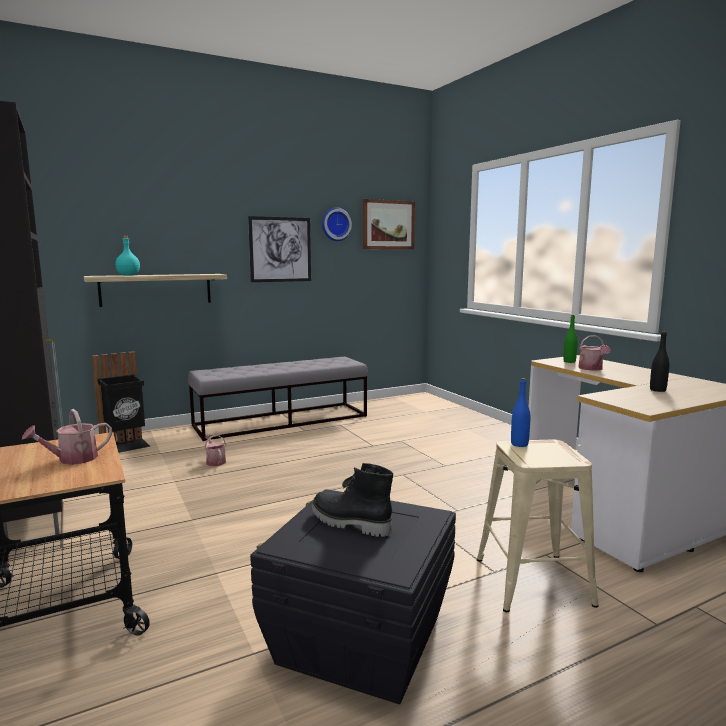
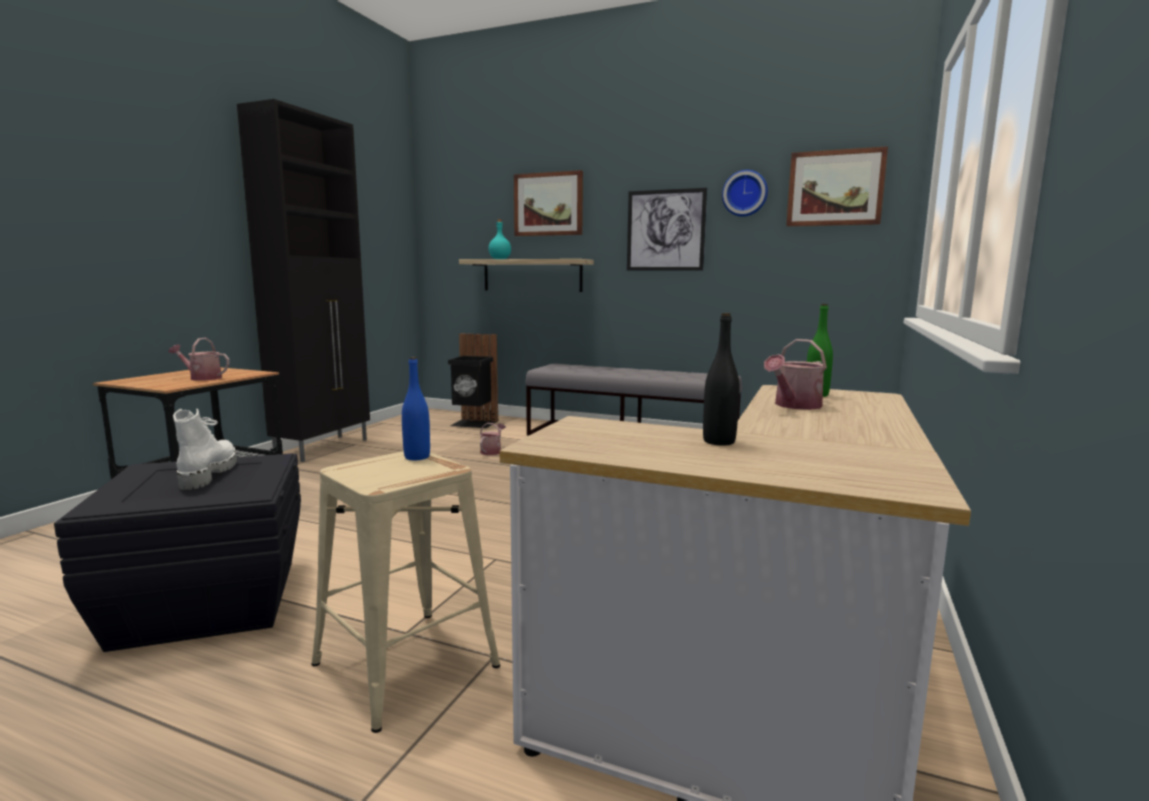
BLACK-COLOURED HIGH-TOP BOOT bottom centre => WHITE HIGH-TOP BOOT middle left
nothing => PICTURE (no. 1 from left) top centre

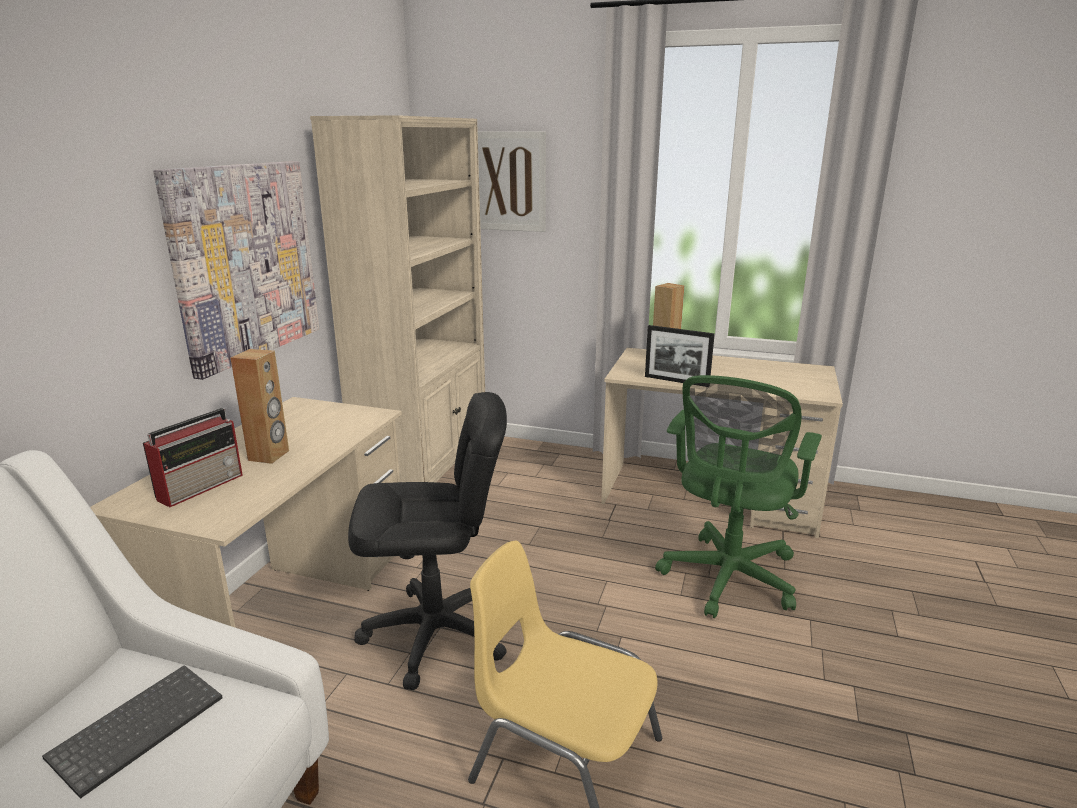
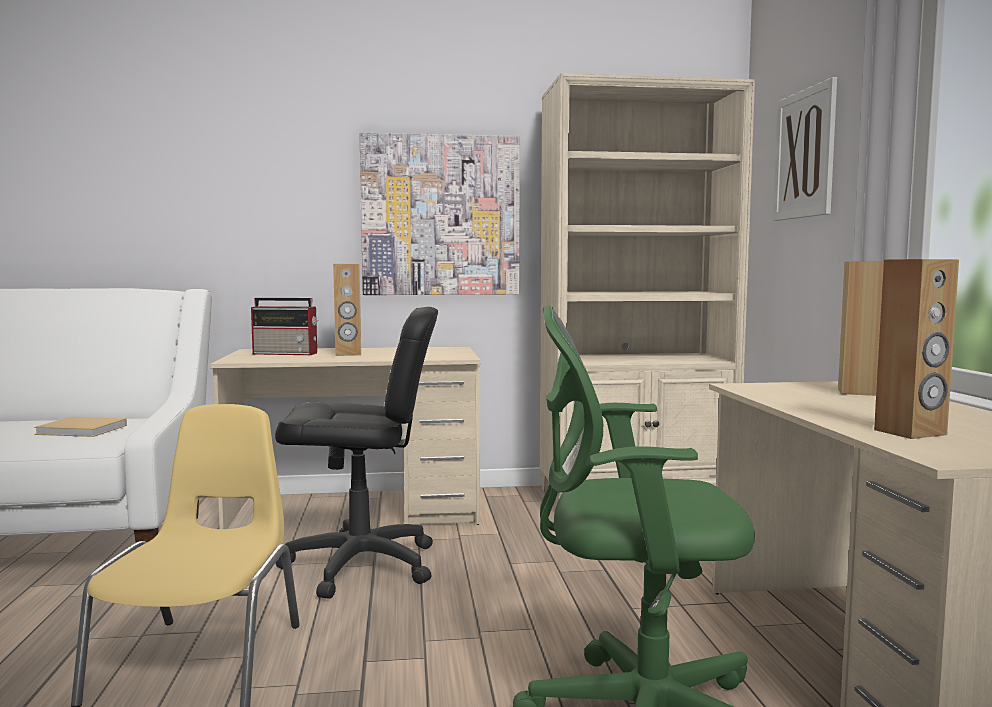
COMPUTER KEYBOARD bottom left => SAND-COLOURED VOLUME middle left
BLACK-COLOURED DESK CHAIR bottom centre => BLACK-COLOURED DESK CHAIR centre, 60 degrees counterclockwise
PHOTO FRAME centre => nothing
nothing => BROWN-COLOURED SPEAKER (no. 3 from left) middle right

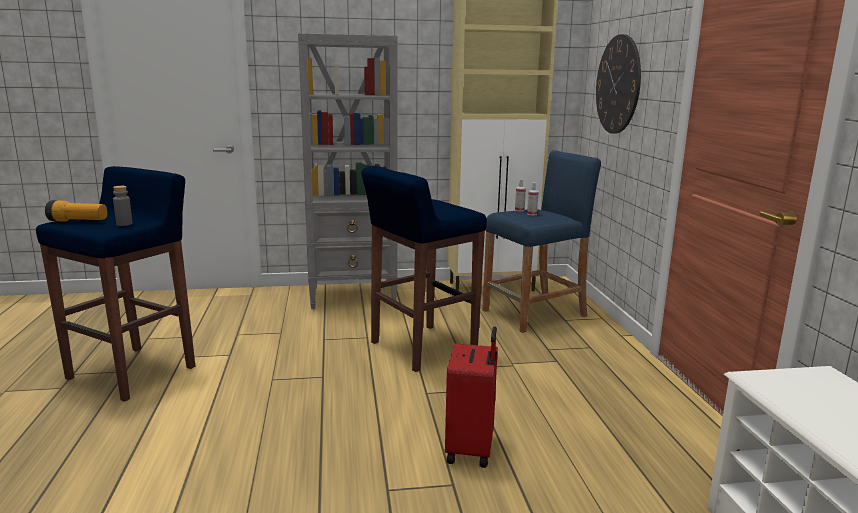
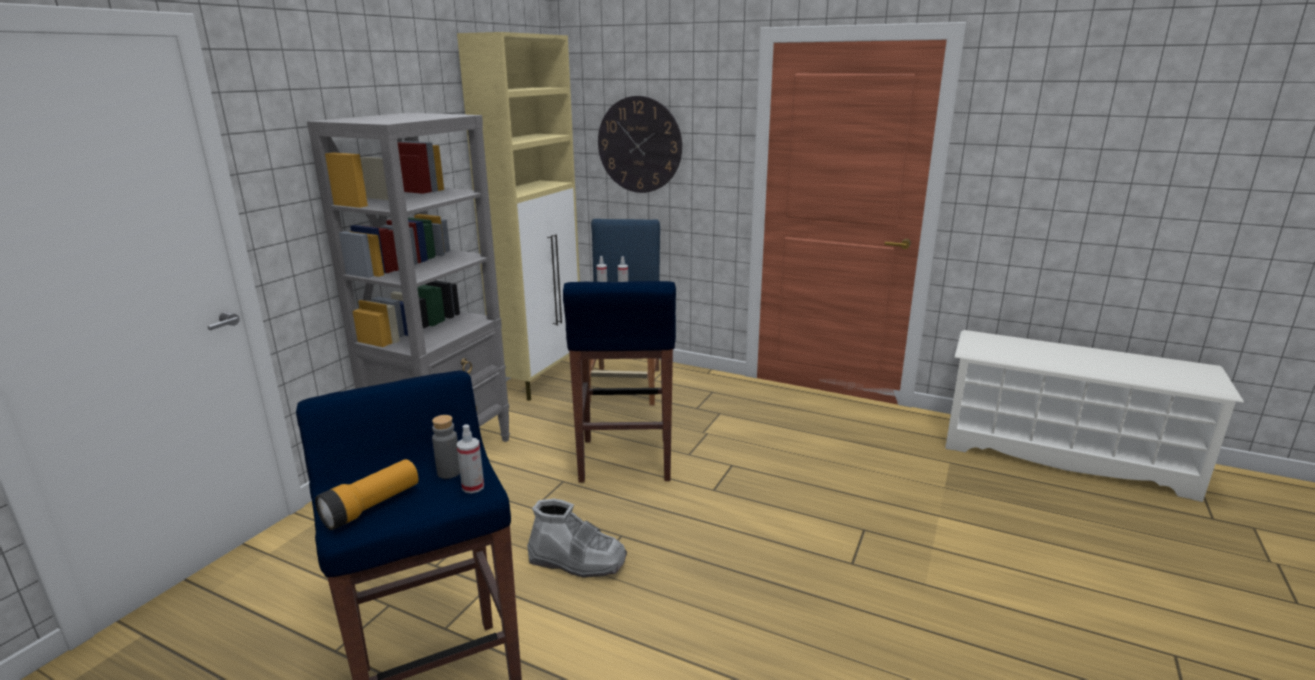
RED TRAVEL CASE bottom centre => nothing
nothing => SPRAY BOTTLE (no. 1 from left) bottom centre
nothing => GREYISH HIGH-TOP BOOT bottom centre

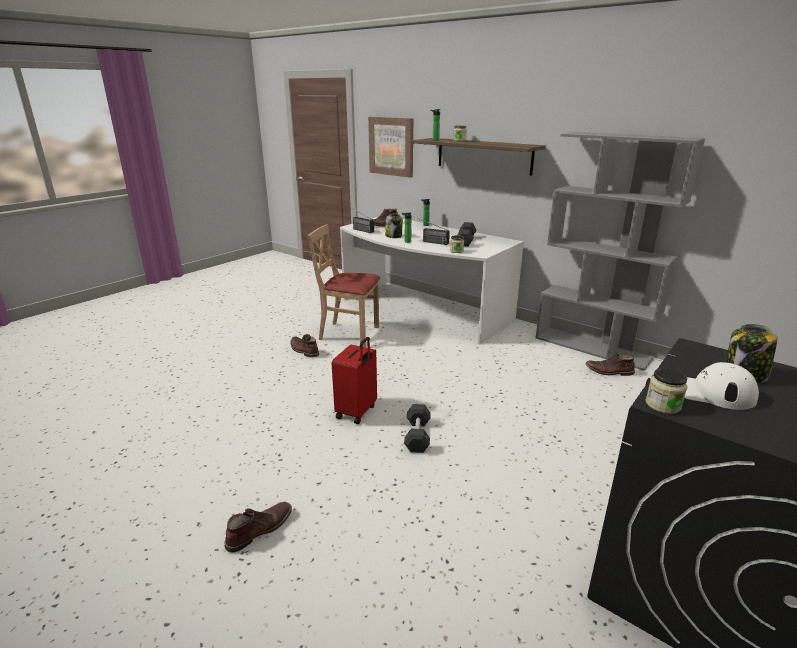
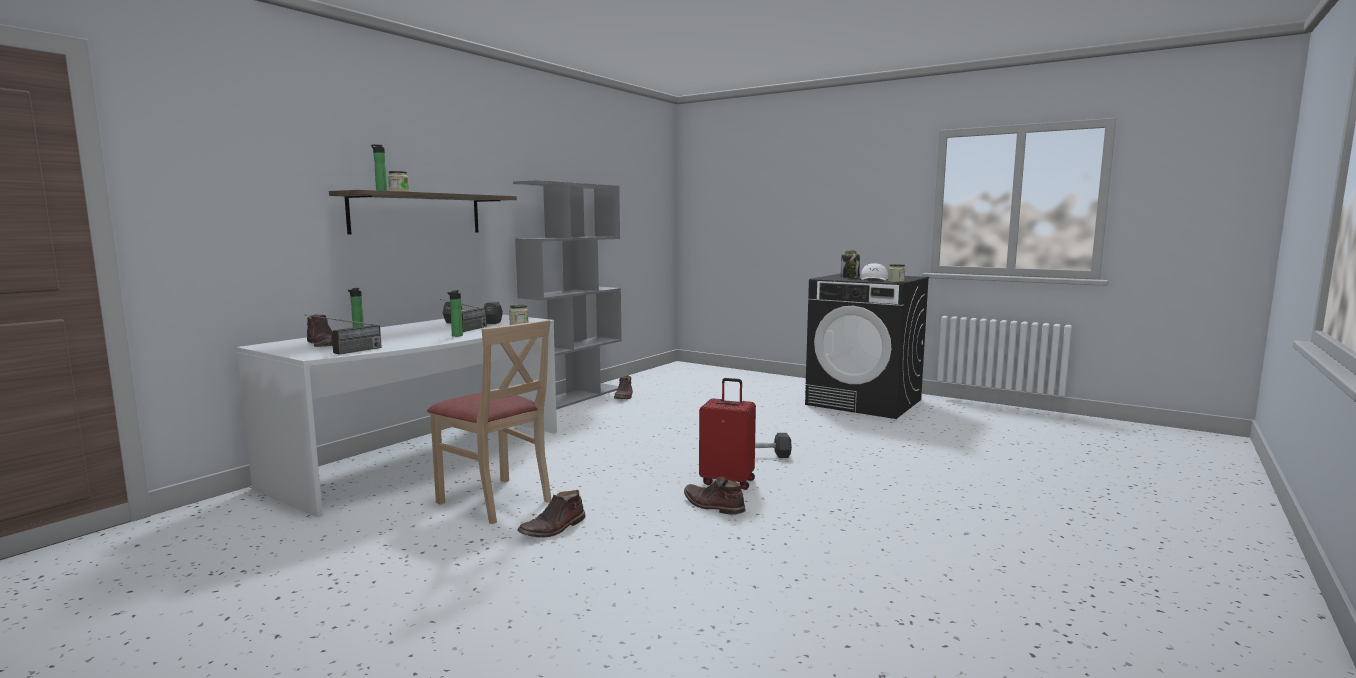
BROWN-COLOURED HIGH-TOP BOOT (no. 1 from left in the first image) bottom left => BROWN-COLOURED HIGH-TOP BOOT (no. 4 from left) bottom centre, shifted
SAND-COLOURED UPRIGHT CHAIR centre, 60 degrees counterclockwise
PICTURE top centre => nothing
JAR (no. 1 from left) centre => nothing

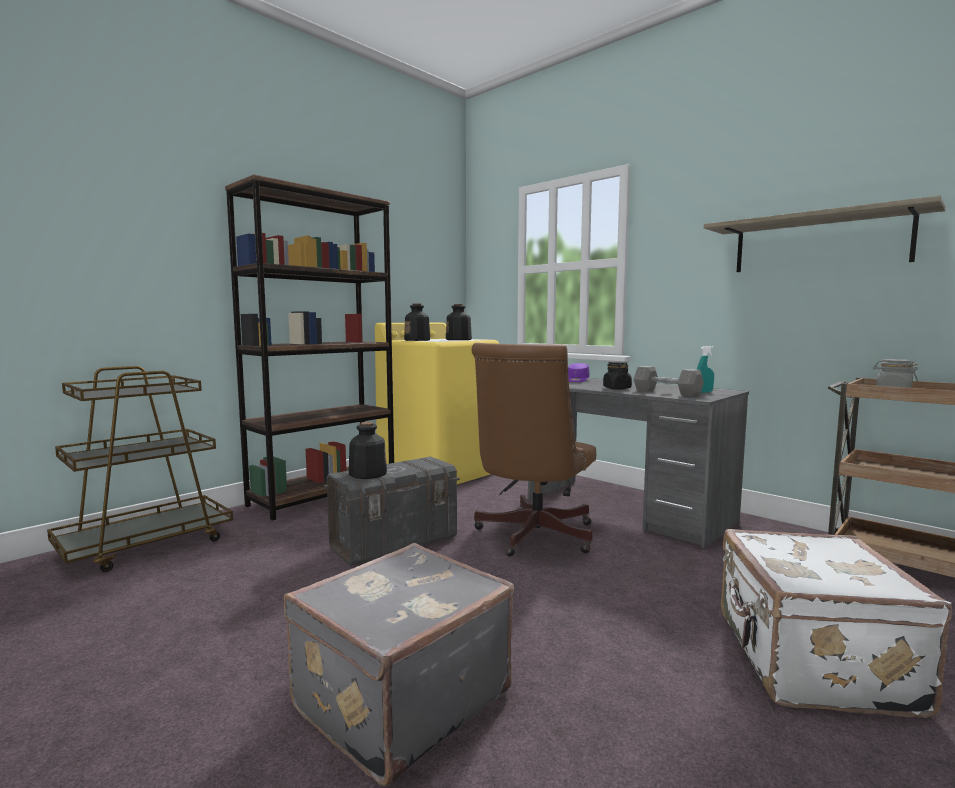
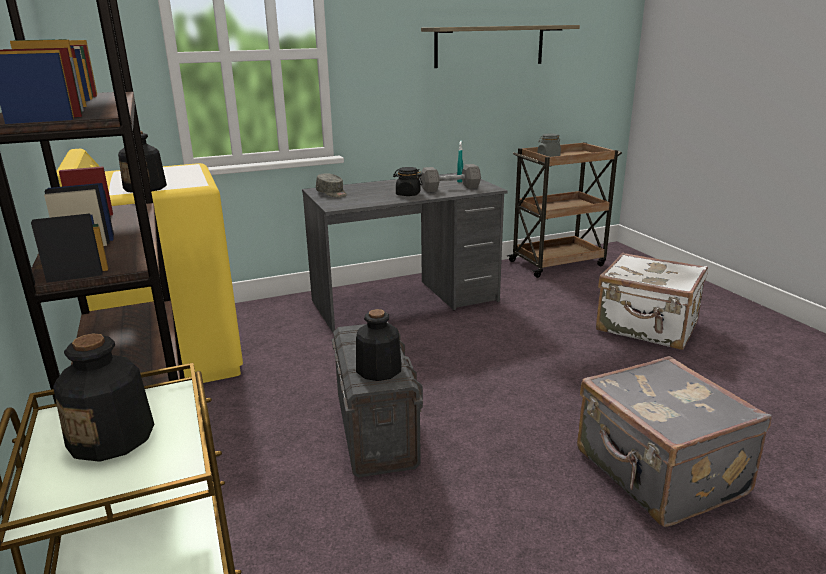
BEVERAGE BOTTLE (no. 3 from left in the first image) centre => BEVERAGE BOTTLE (no. 1 from left) bottom left, shifted
BROWN-COLOURED DESK CHAIR centre => nothing
PURPLE-COLOURED BASEBALL CAP centre => GREYISH BASEBALL CAP top centre

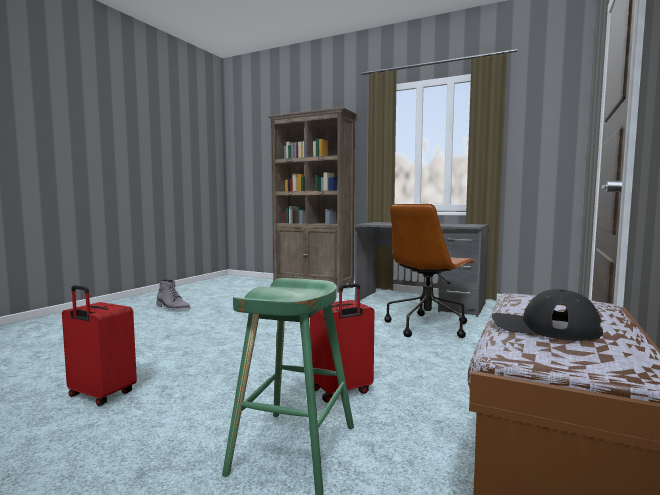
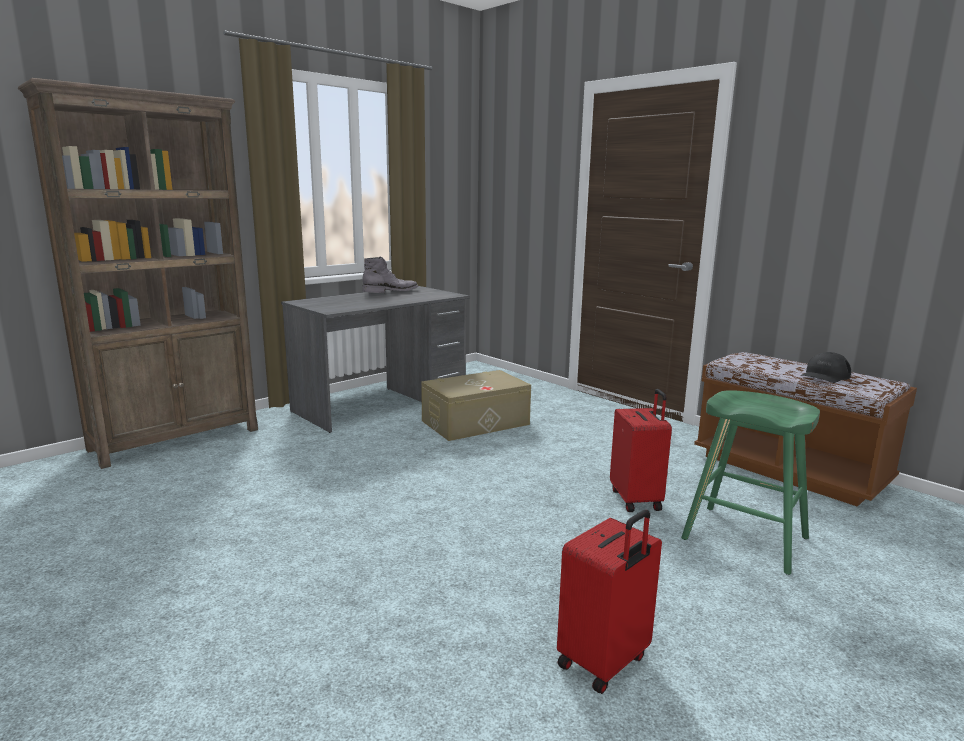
GREYISH HIGH-TOP BOOT middle left => GREYISH HIGH-TOP BOOT centre, shifted
BROWN-COLOURED DESK CHAIR centre => SAND-COLOURED STORAGE BOX centre

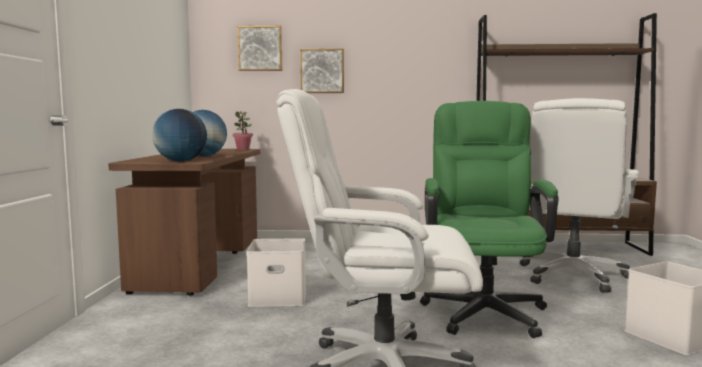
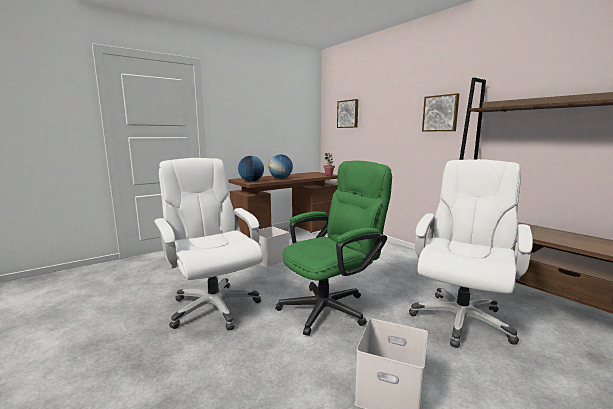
PICTURE (no. 2 from left) top centre => PICTURE (no. 2 from left) top right, shifted
WHITE DESK CHAIR (no. 2 from left) middle right, 135 degrees clockwise

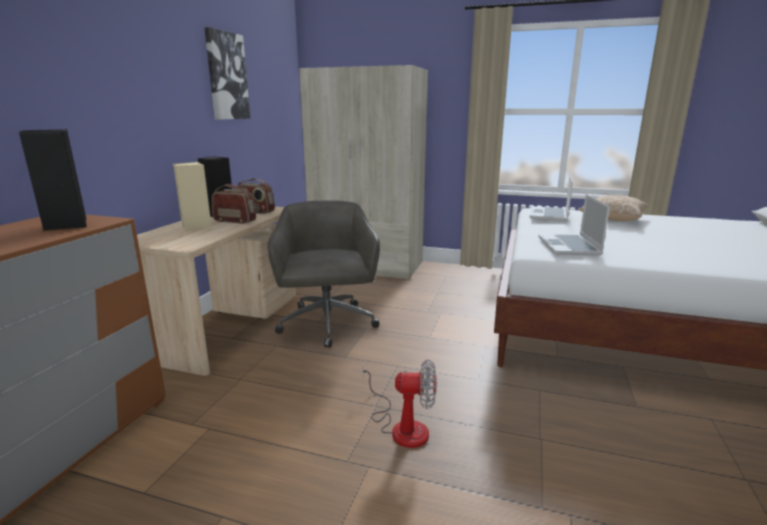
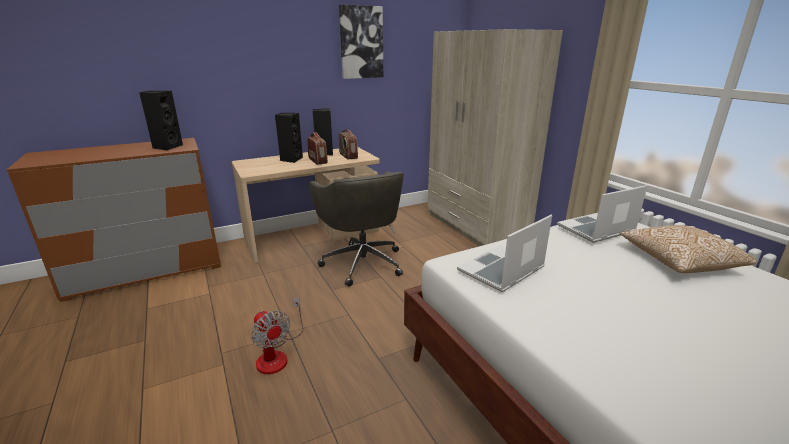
SAND-COLOURED SPEAKER middle left => BLACK-COLOURED SPEAKER (no. 2 from left) top centre
GREYISH DESK CHAIR centre, 120 degrees clockwise

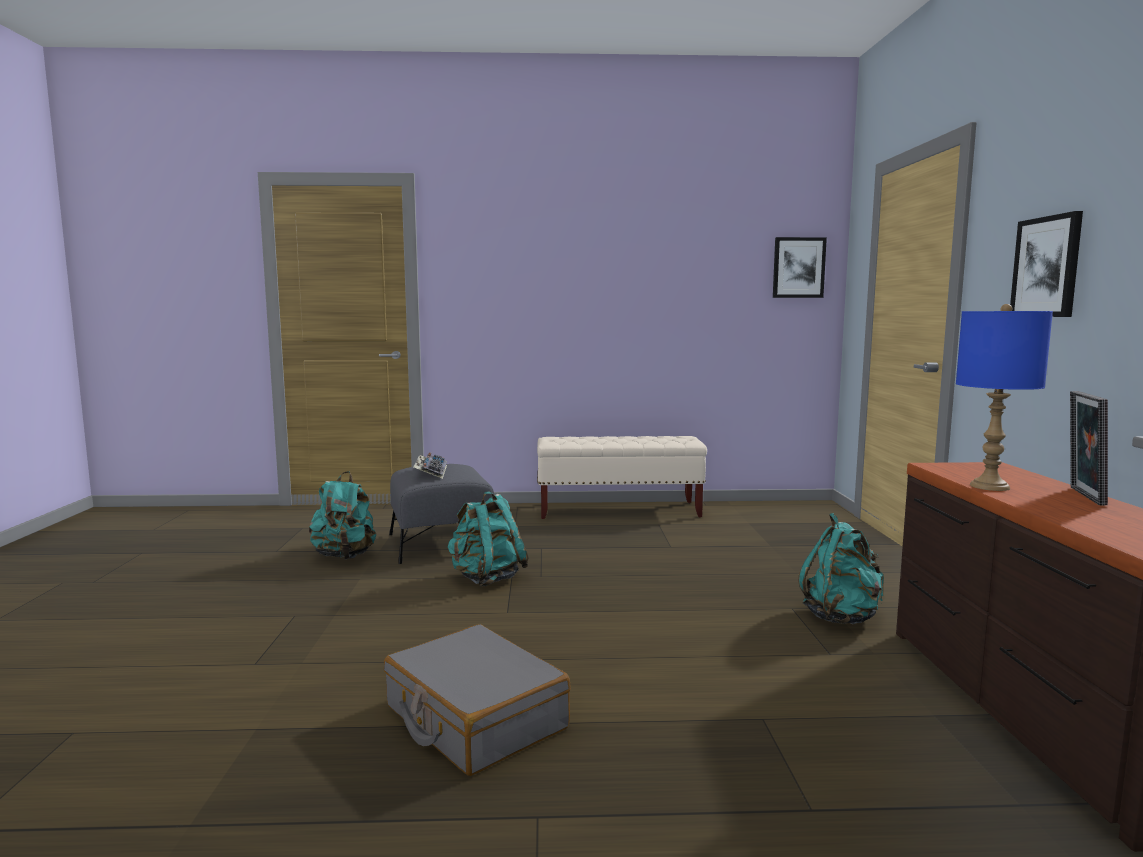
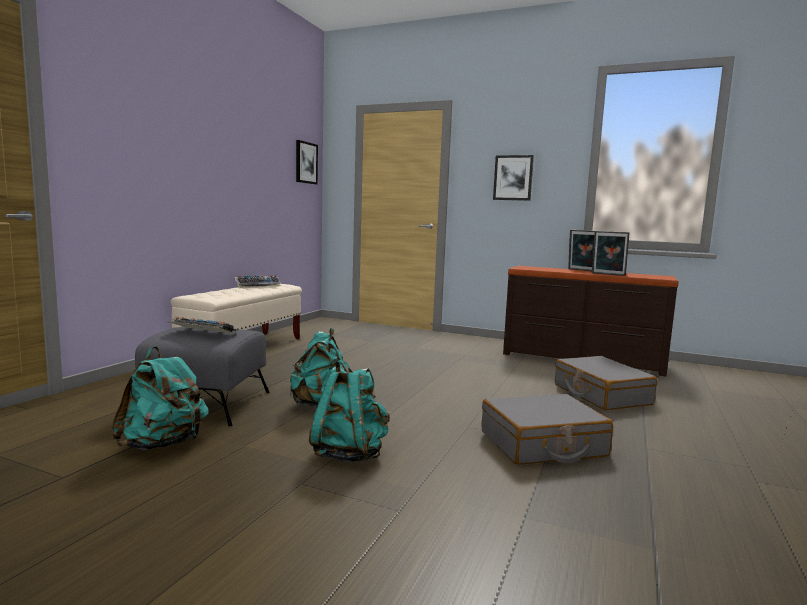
BLUE-GREEN RUCKSACK (no. 3 from left) middle right => BLUE-GREEN RUCKSACK (no. 3 from left) bottom centre, shifted
BLUE TABLE LAMP middle right => nothing
nothing => COMPUTER KEYBOARD (no. 2 from left) middle left
nothing => GREYISH TRAVEL CASE (no. 2 from left) middle right
nothing => PHOTO FRAME (no. 2 from left) middle right

